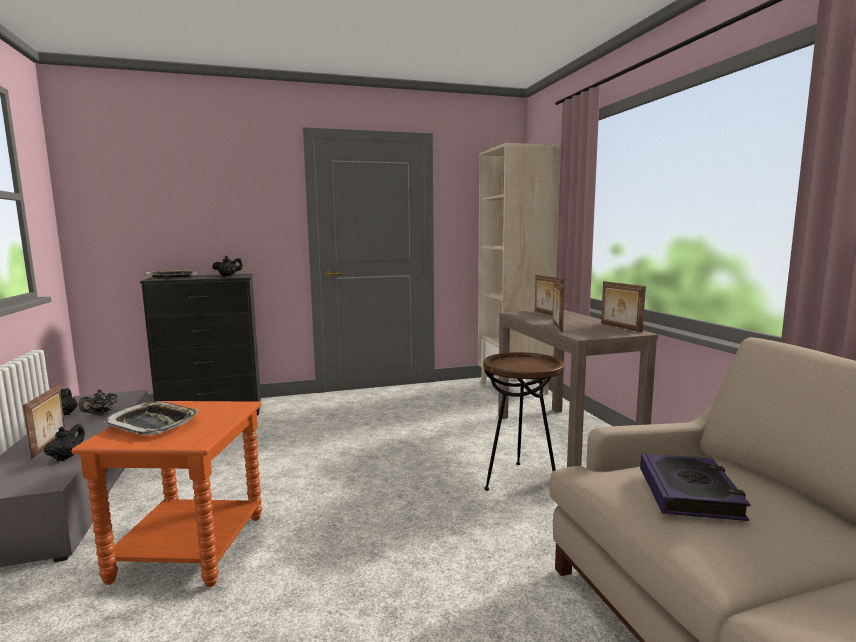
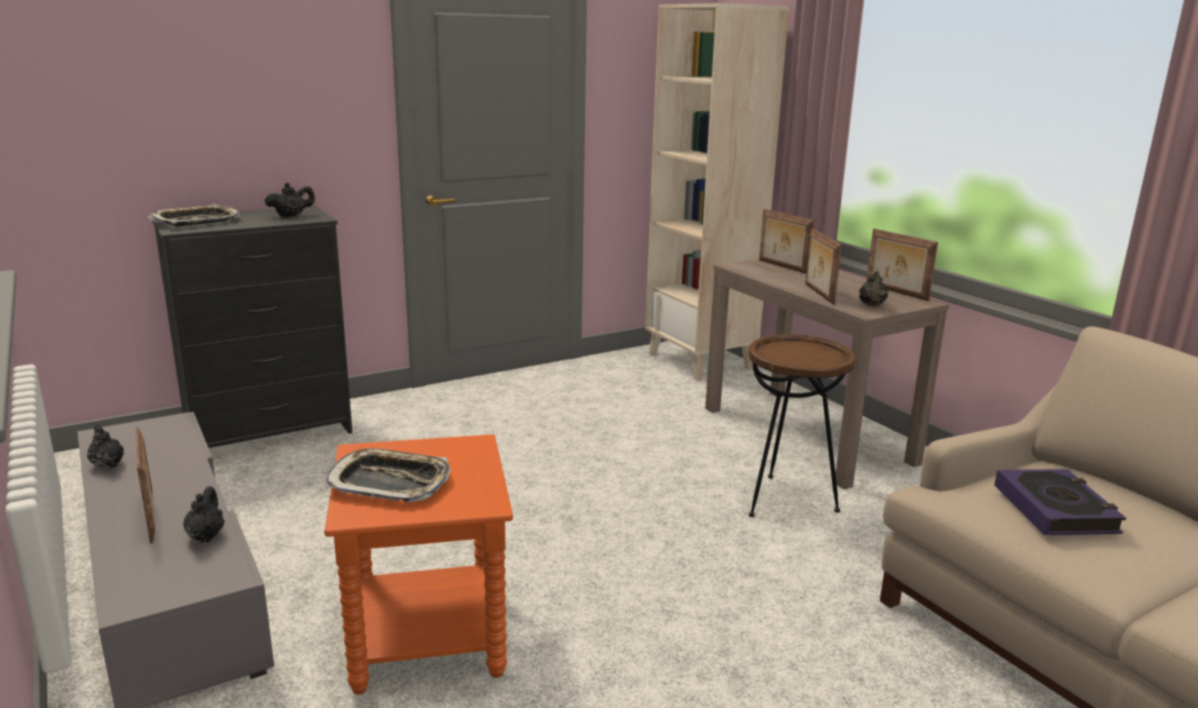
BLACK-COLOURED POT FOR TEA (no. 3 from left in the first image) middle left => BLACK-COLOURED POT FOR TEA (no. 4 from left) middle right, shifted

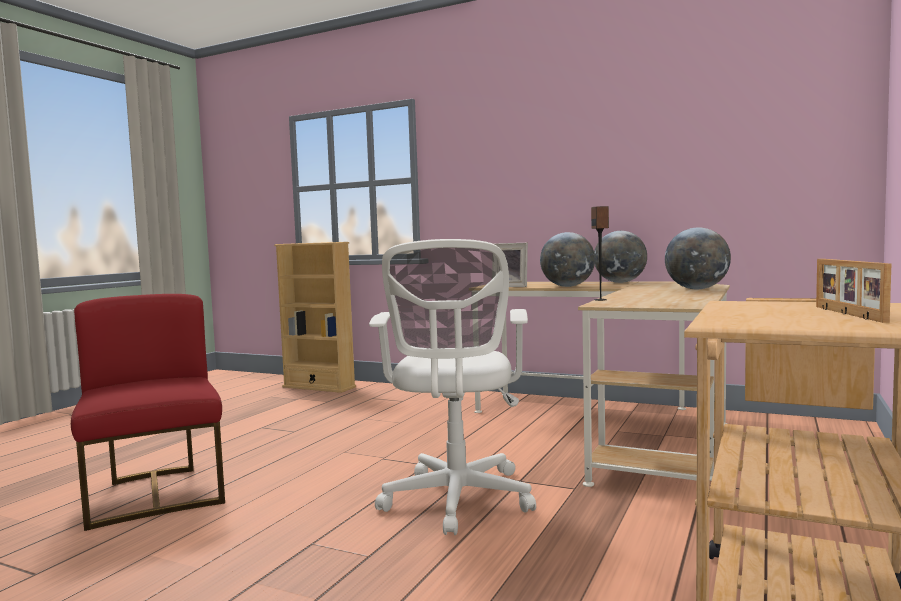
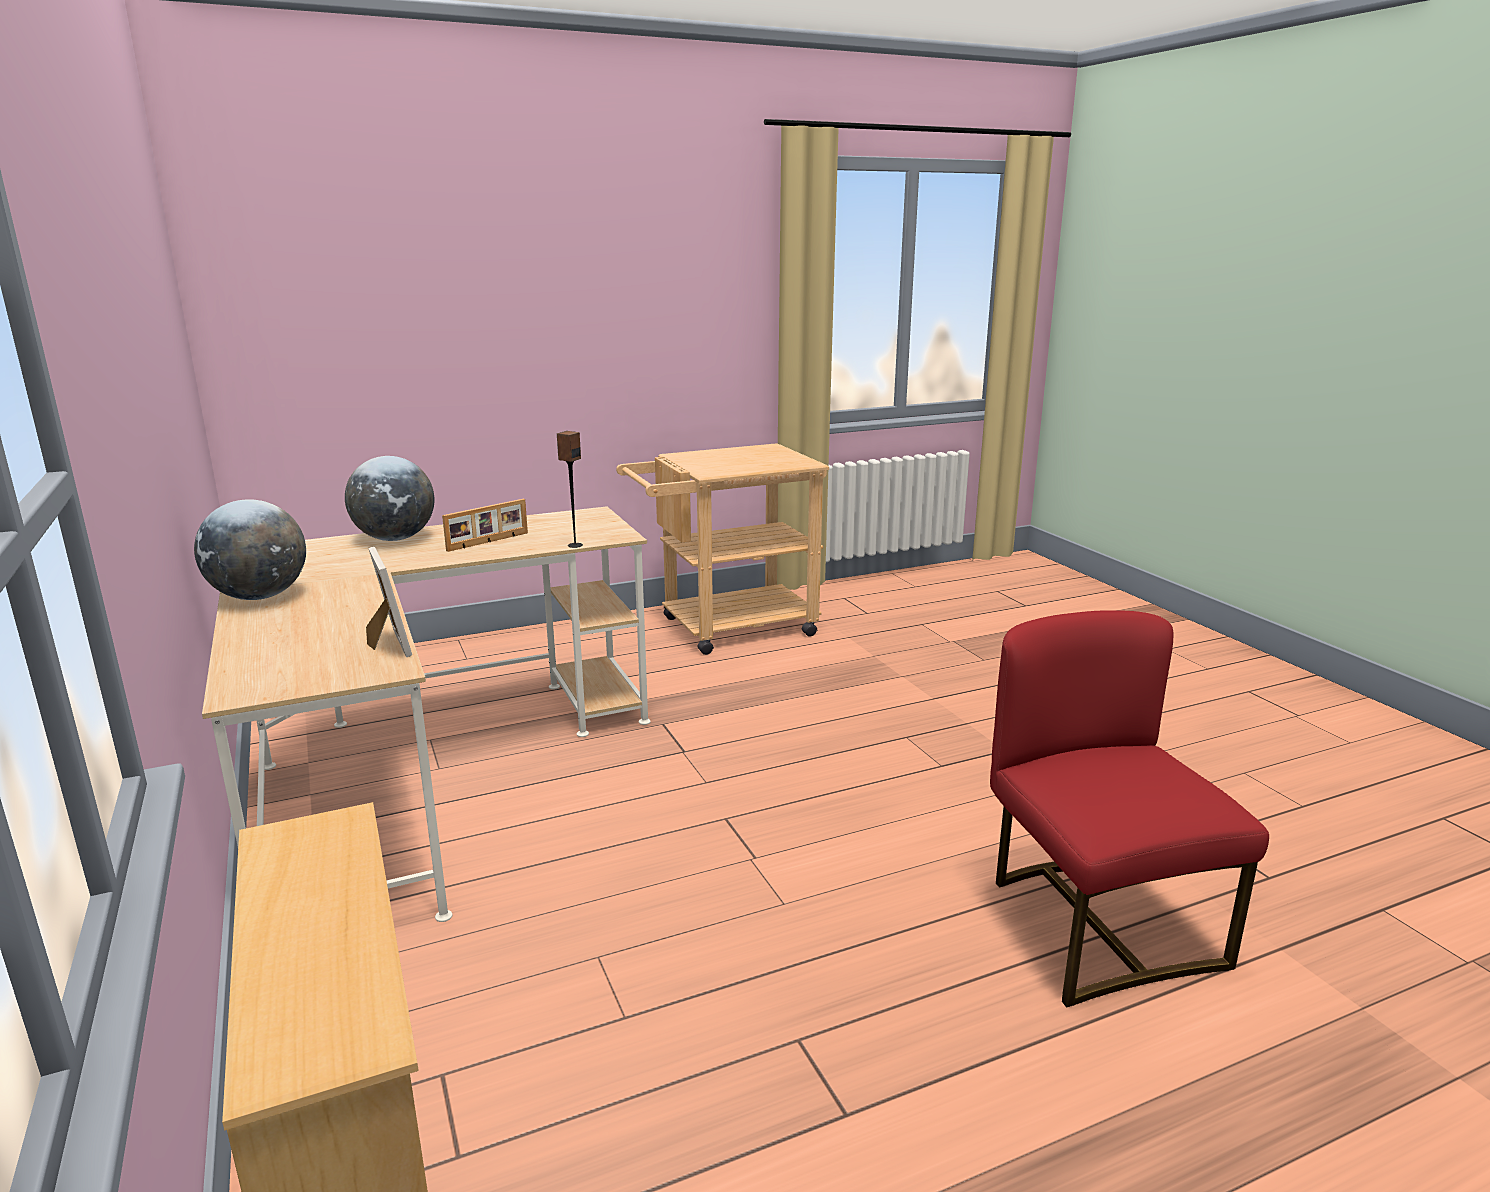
RED UPRIGHT CHAIR bottom left => RED UPRIGHT CHAIR bottom right, 150 degrees clockwise
WHITE DESK CHAIR centre => nothing
DESK GLOBE (no. 1 from left) centre => nothing
PHOTO FRAME (no. 2 from left) middle right => PHOTO FRAME (no. 2 from left) middle left, shifted

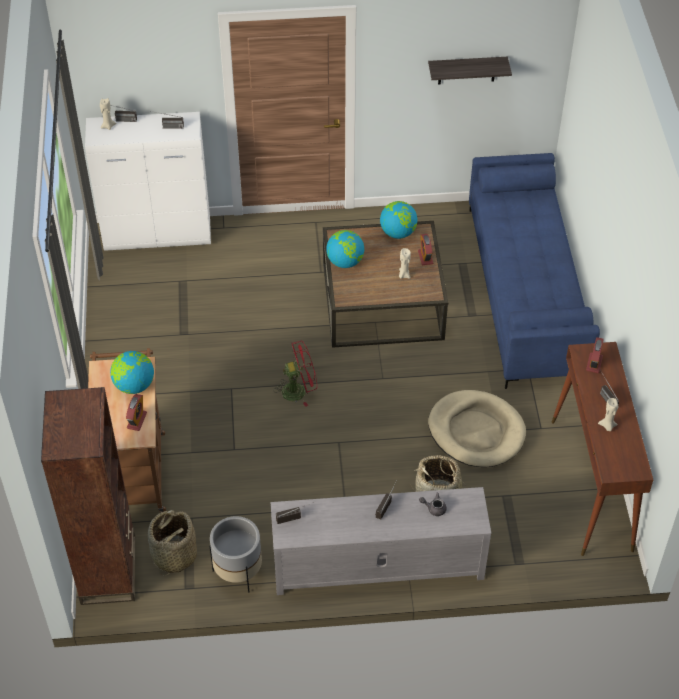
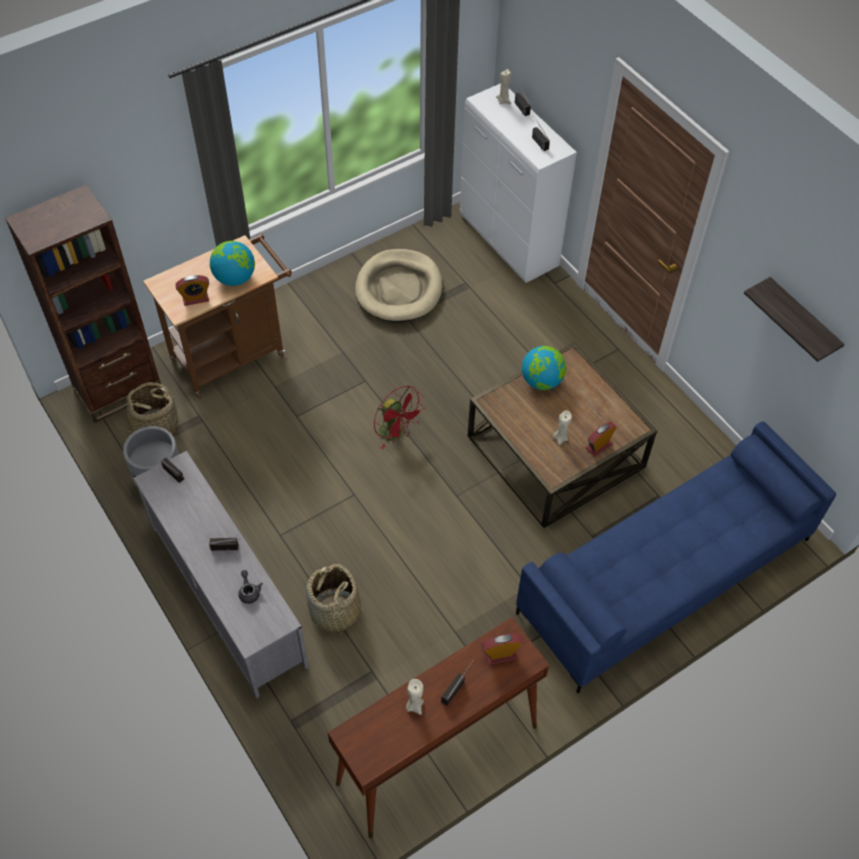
DESK GLOBE (no. 3 from left) top centre => nothing
SAND-COLOURED PET BED middle right => SAND-COLOURED PET BED top centre, shifted

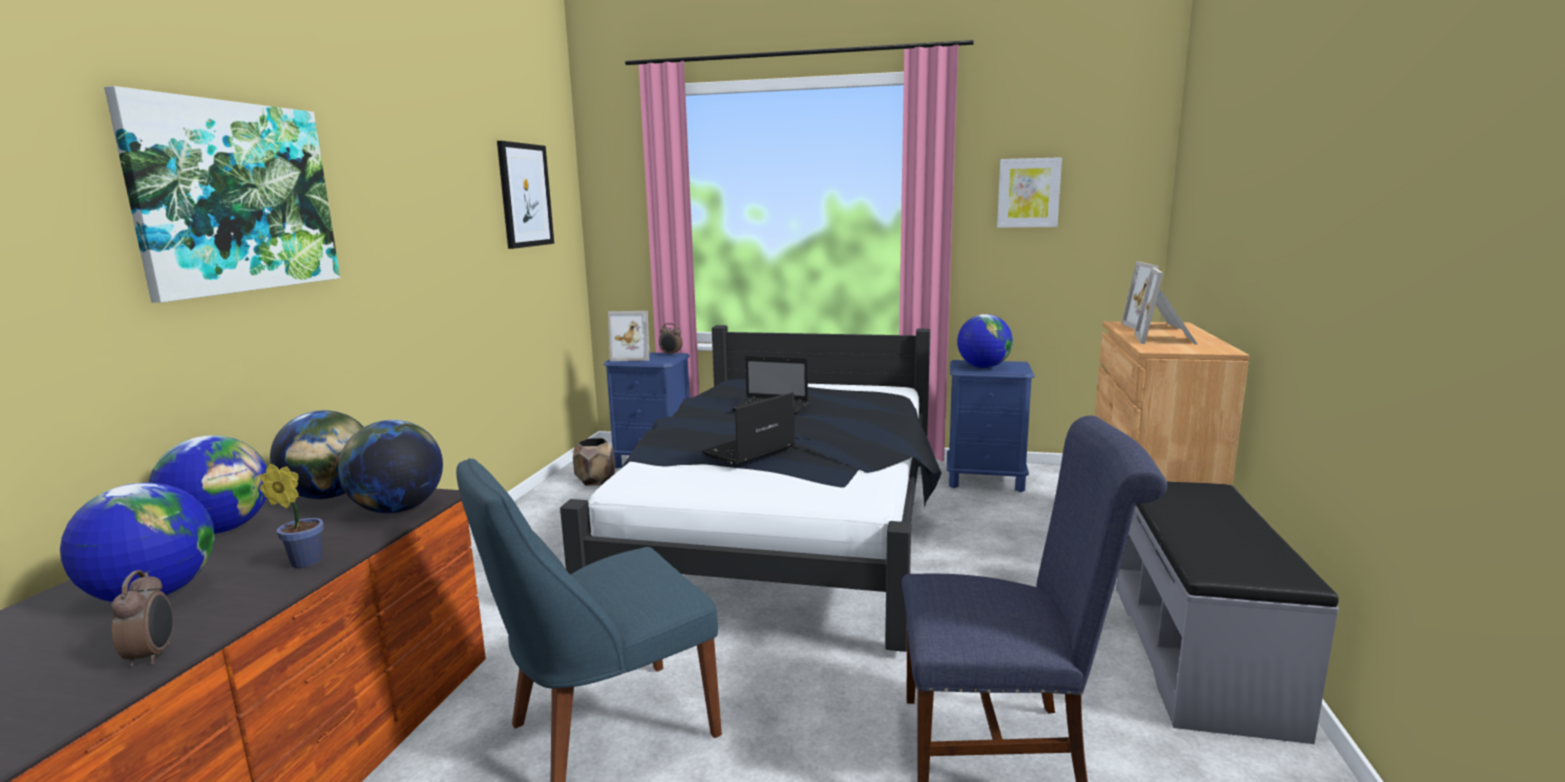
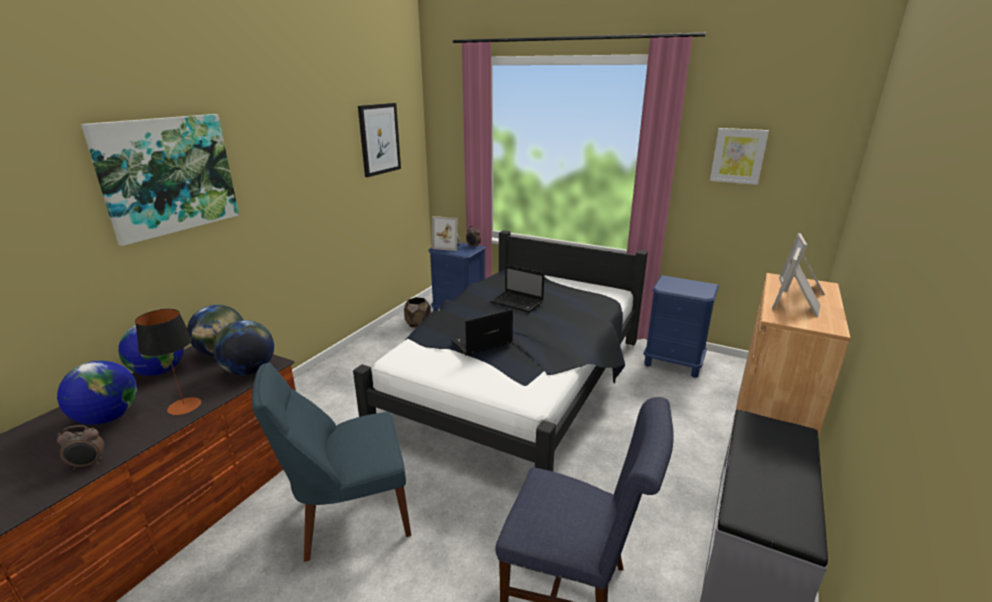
TABLE CLOCK (no. 1 from left) bottom left, 75 degrees clockwise
PLANT IN A POT middle left => TABLE LAMP middle left
DESK GLOBE (no. 5 from left) centre => nothing

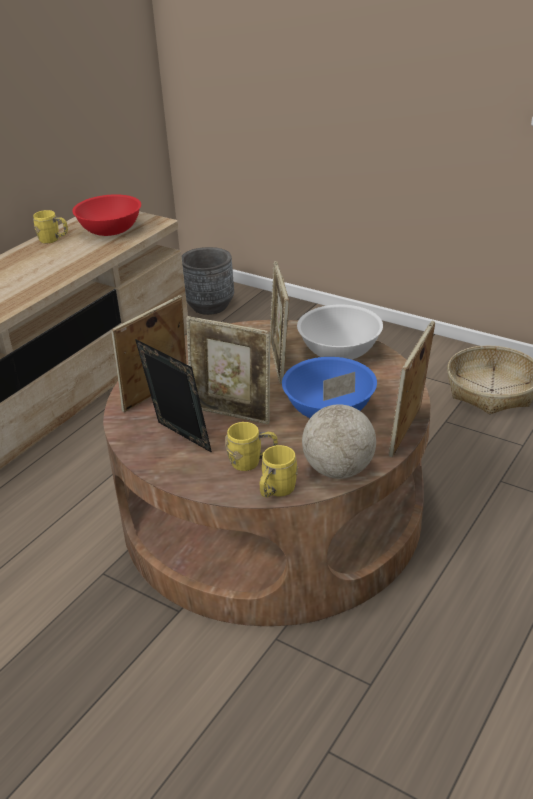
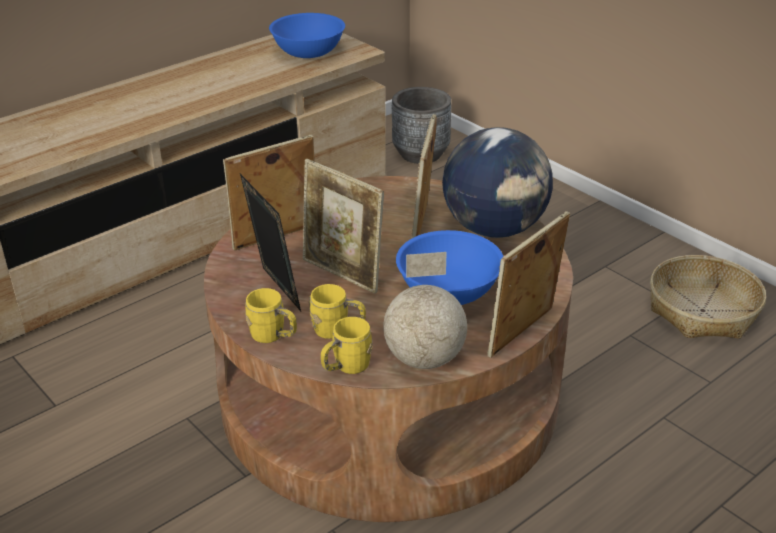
YELLOW-COLOURED MUG (no. 1 from left) top left => YELLOW-COLOURED MUG (no. 1 from left) centre, shifted
RED DEEP DISH top left => BLUE DEEP DISH (no. 1 from left) top centre
WHITE DEEP DISH centre => DESK GLOBE (no. 2 from left) centre

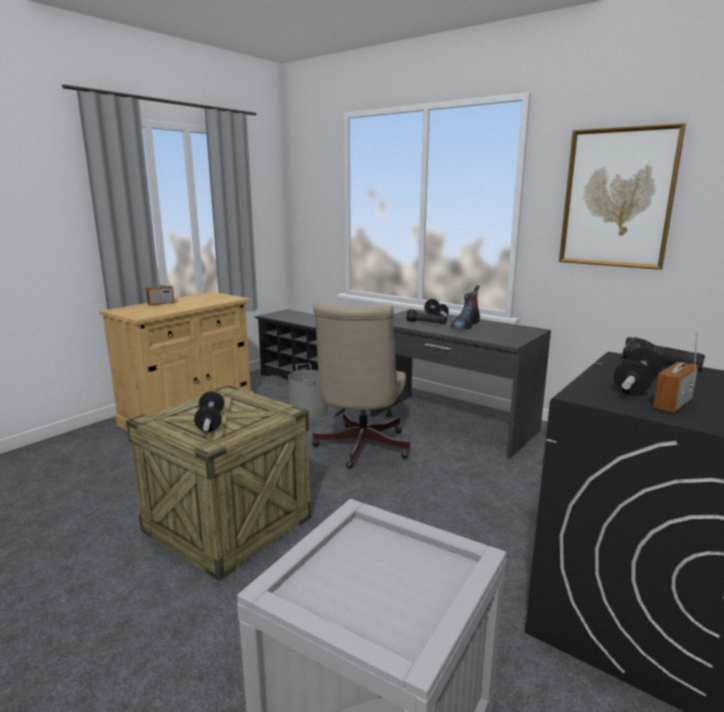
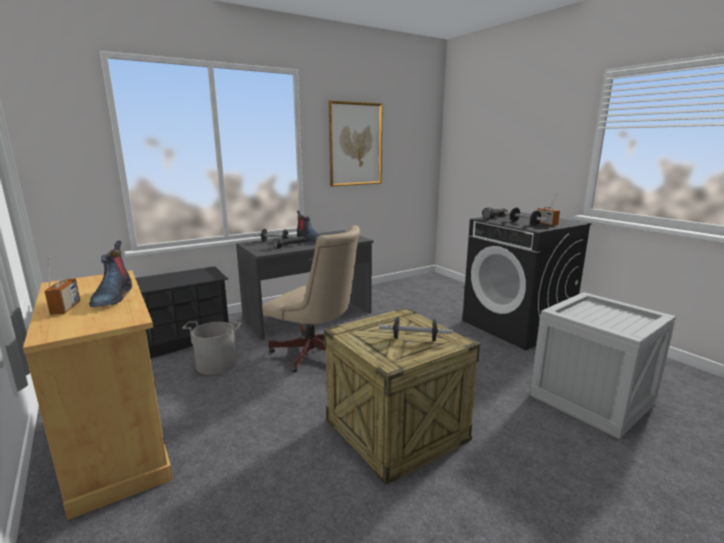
nothing => HIGH-TOP BOOT (no. 1 from left) middle left

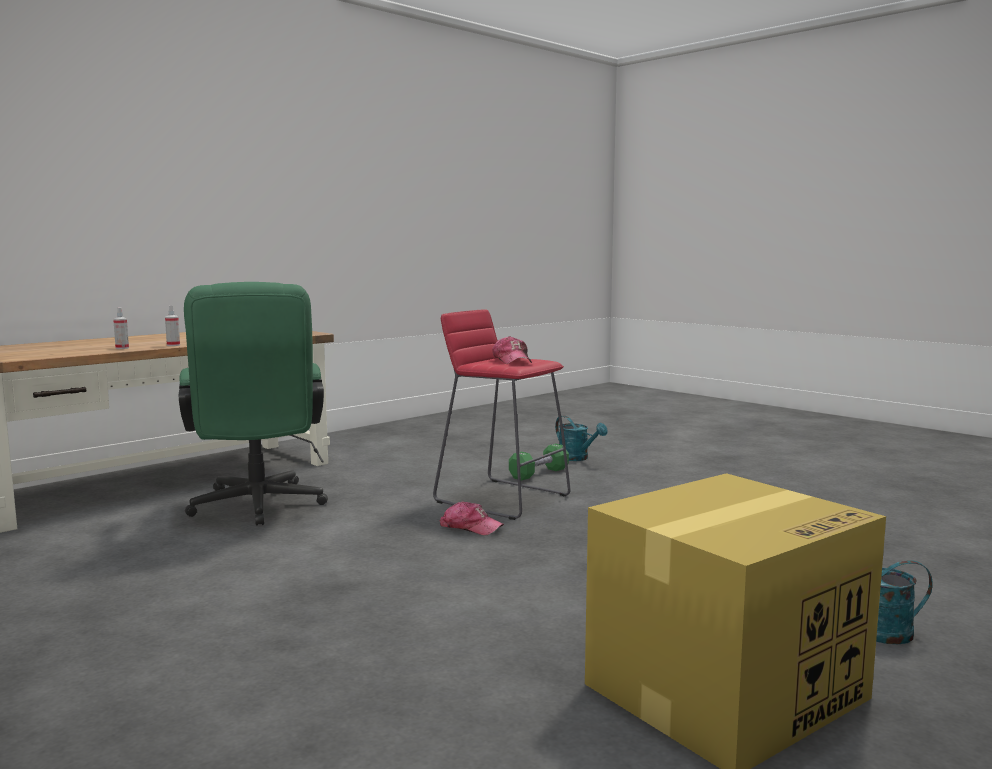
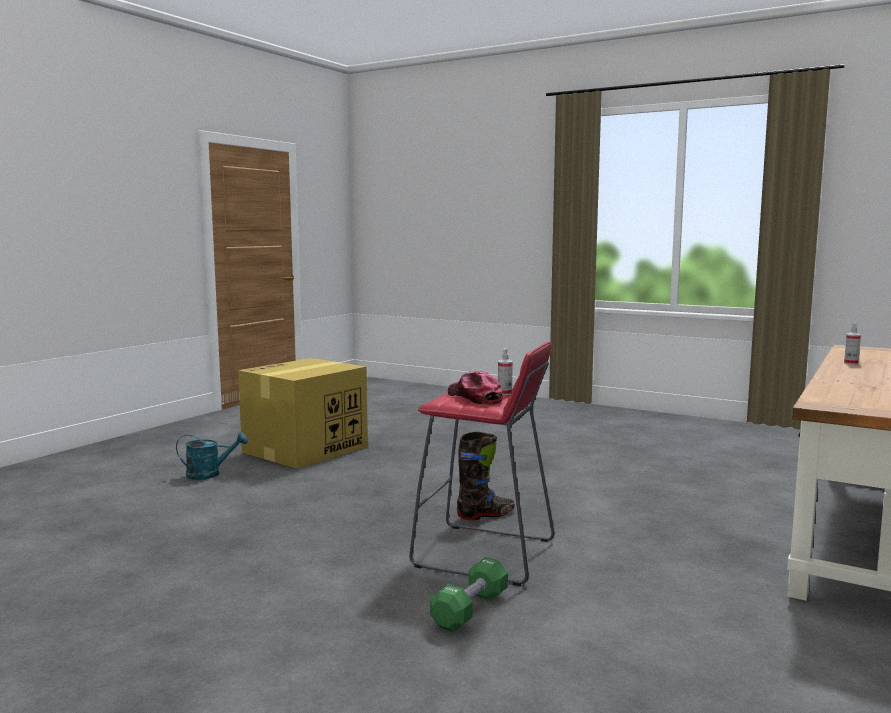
SPRAY BOTTLE (no. 2 from left in the first image) middle left => SPRAY BOTTLE (no. 1 from left) centre, shifted
GREEN-COLOURED DESK CHAIR middle left => nothing
BASEBALL CAP (no. 1 from left) bottom centre => BLACK-COLOURED HIGH-TOP BOOT centre
BLUE-GREEN WATERING CAN (no. 1 from left) centre => nothing

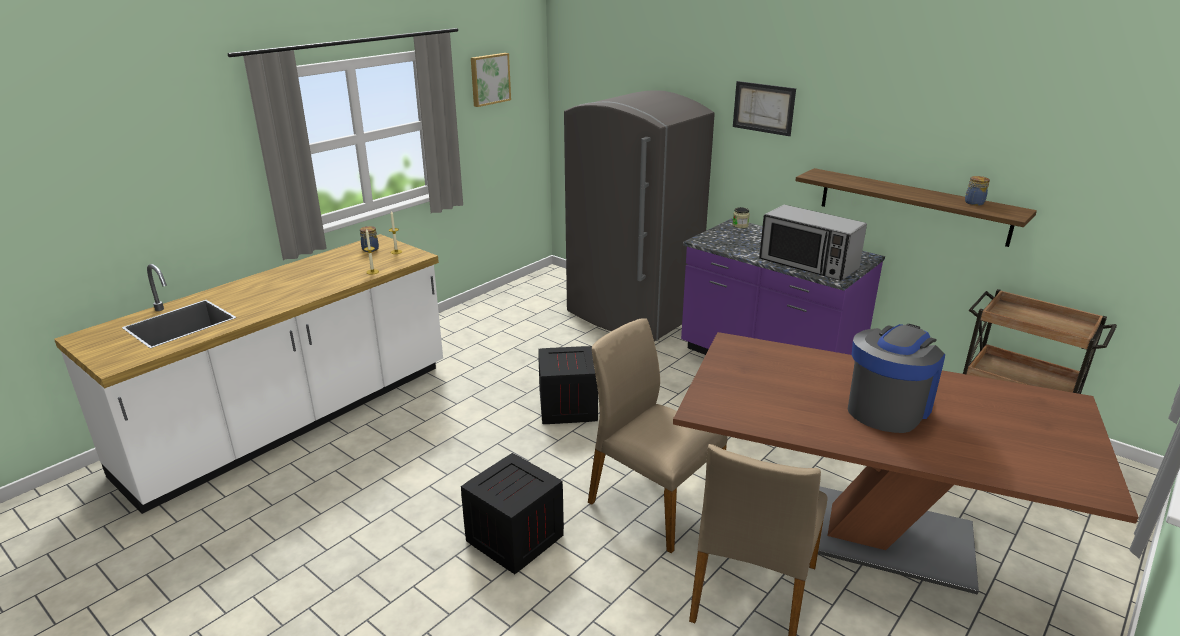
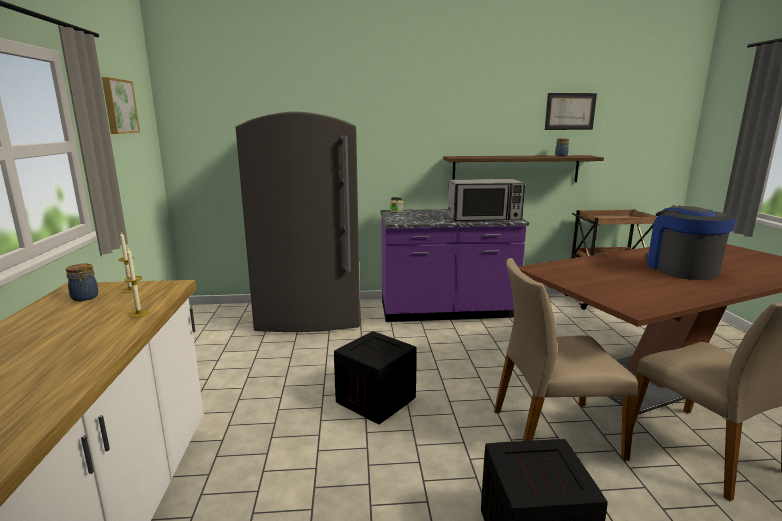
PICTURE (no. 2 from left) top centre => PICTURE (no. 2 from left) top right, shifted

